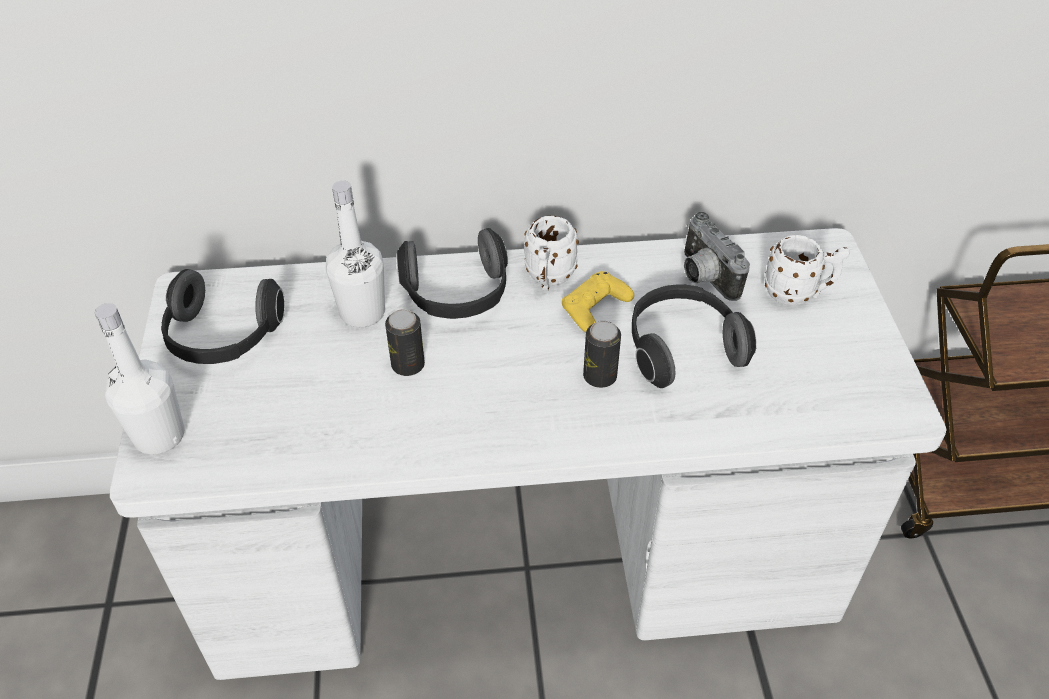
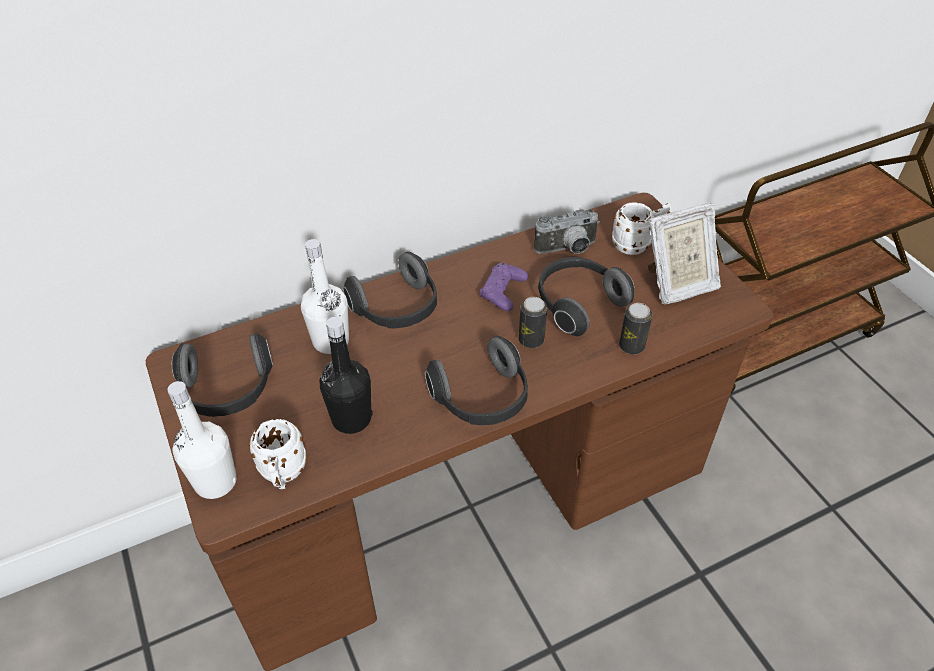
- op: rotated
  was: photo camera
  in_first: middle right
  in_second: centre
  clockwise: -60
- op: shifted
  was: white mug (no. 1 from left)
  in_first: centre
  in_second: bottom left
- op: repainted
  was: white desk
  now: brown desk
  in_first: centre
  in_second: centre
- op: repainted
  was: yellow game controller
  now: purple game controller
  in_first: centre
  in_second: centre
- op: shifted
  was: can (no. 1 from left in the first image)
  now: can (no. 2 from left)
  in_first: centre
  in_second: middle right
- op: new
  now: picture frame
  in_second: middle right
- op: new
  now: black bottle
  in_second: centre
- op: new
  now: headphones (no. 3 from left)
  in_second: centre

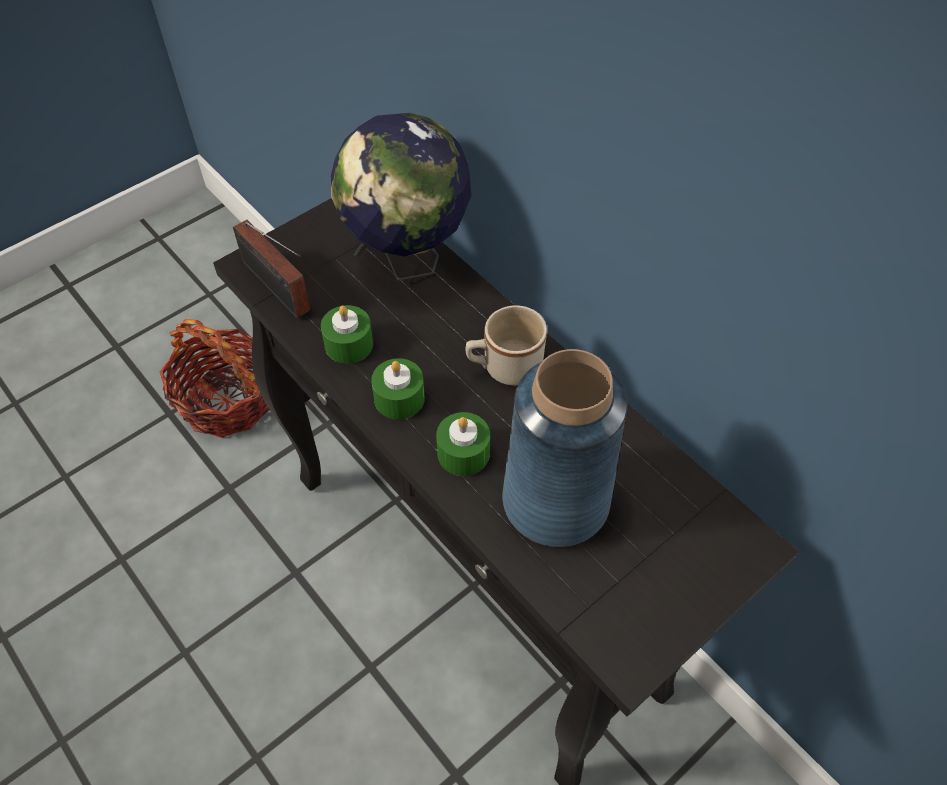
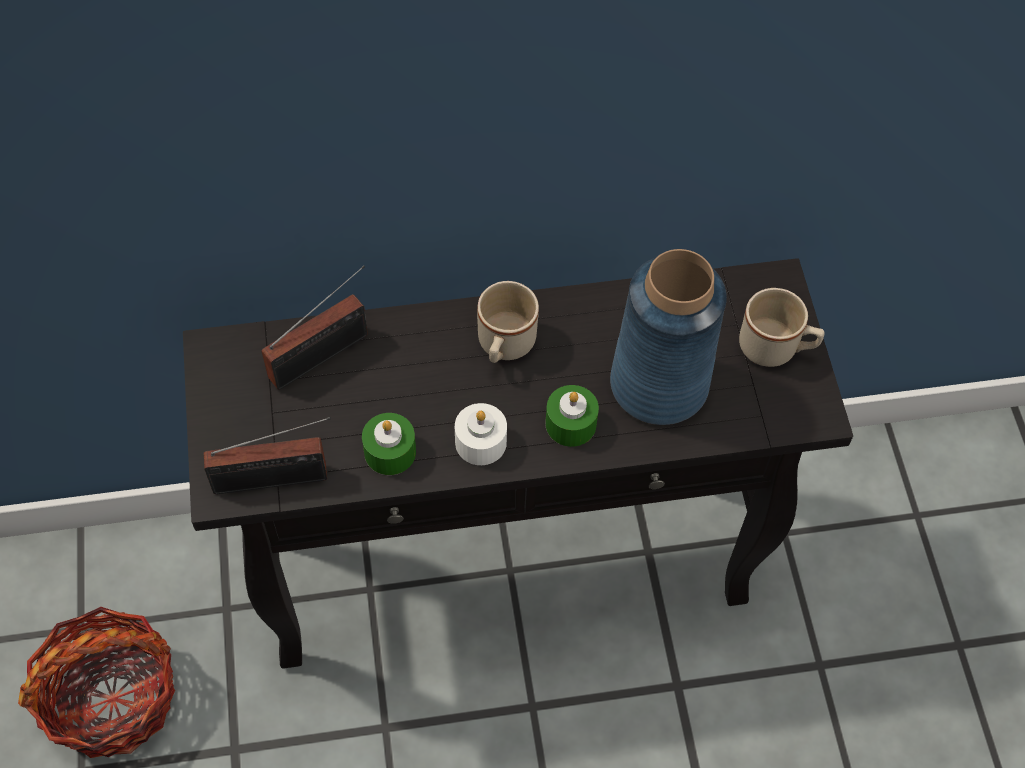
- op: swapped
  was: globe
  now: radio (no. 2 from left)
  in_first: top centre
  in_second: middle left
- op: repainted
  was: green candle (no. 2 from left)
  now: white candle
  in_first: centre
  in_second: centre
- op: new
  now: beige mug (no. 2 from left)
  in_second: middle right

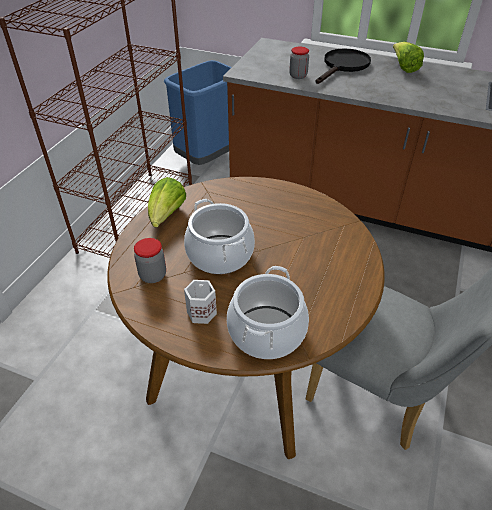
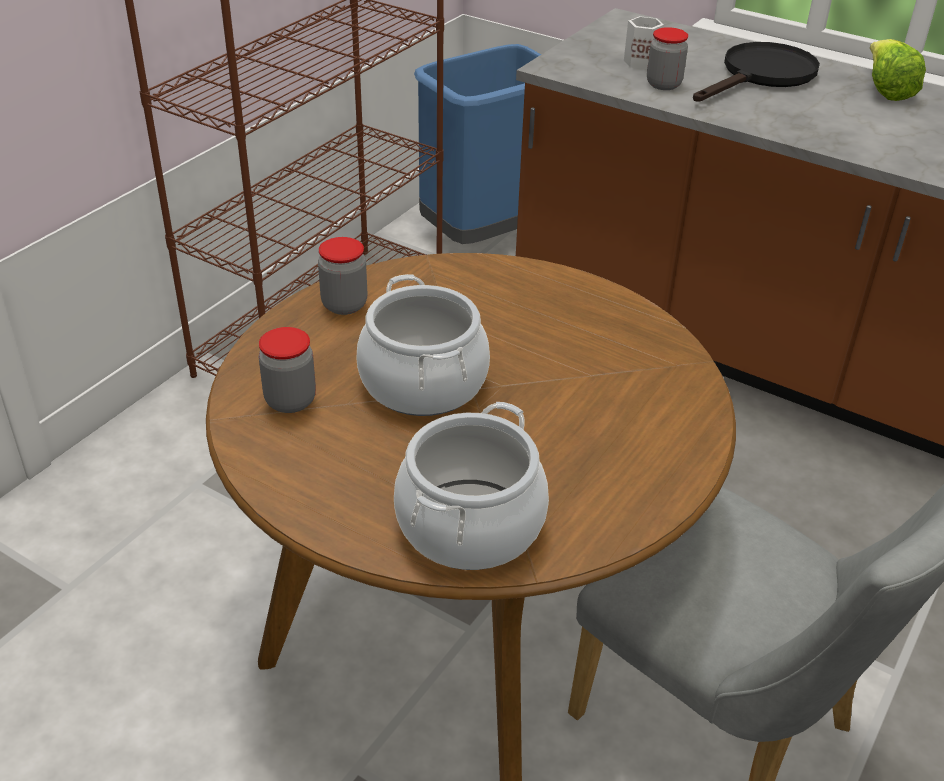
- op: swapped
  was: lettuce (no. 1 from left)
  now: jar (no. 2 from left)
  in_first: centre
  in_second: centre
- op: shifted
  was: white mug
  in_first: centre
  in_second: top right

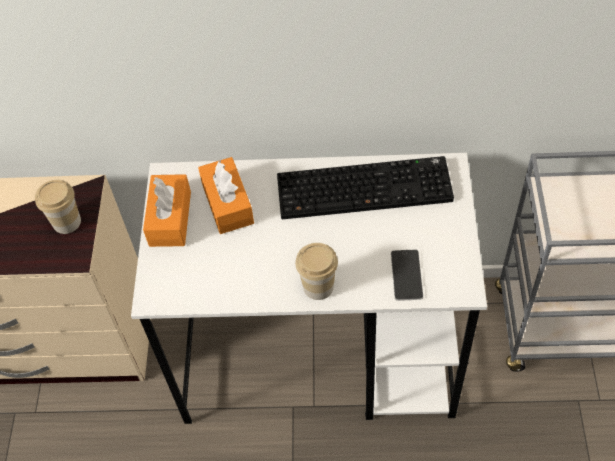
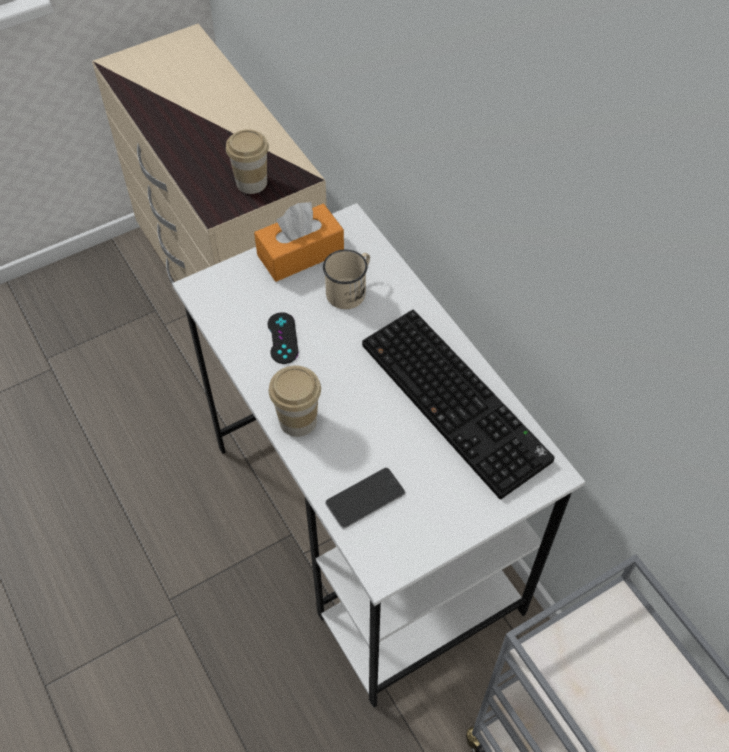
- op: swapped
  was: orange tissue box (no. 2 from left)
  now: beige mug
  in_first: centre
  in_second: centre
- op: new
  now: black game controller
  in_second: centre

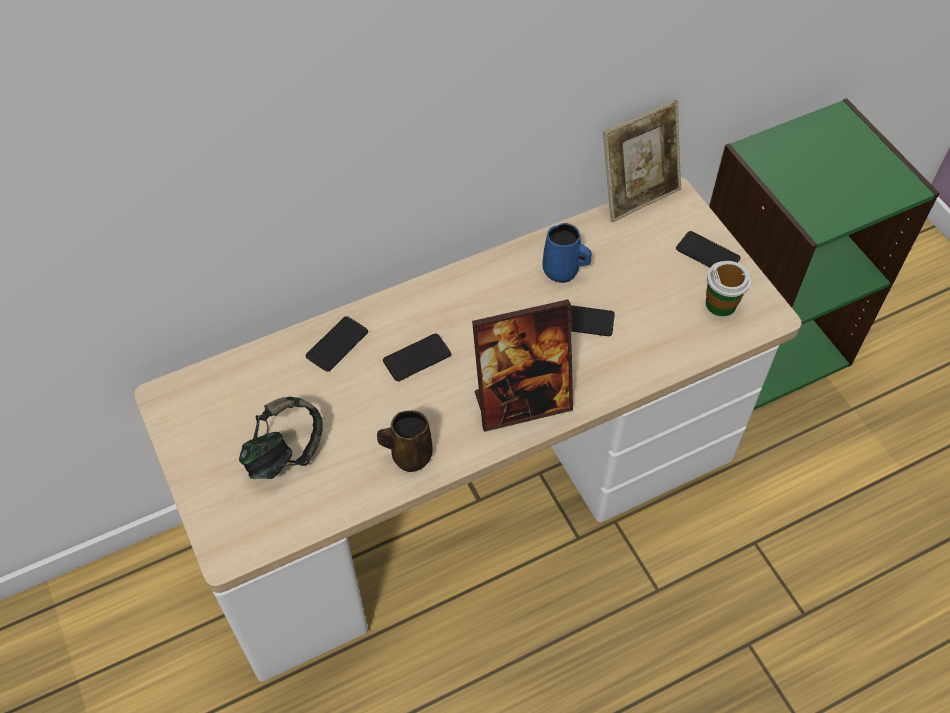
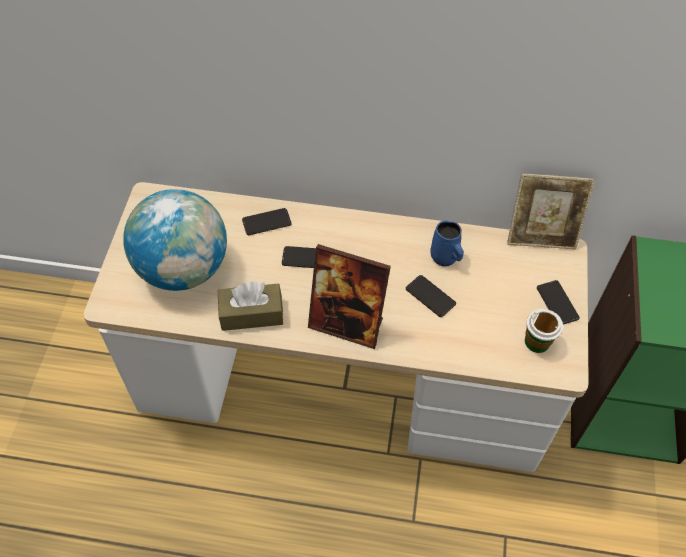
- op: swapped
  was: headphones
  now: globe
  in_first: middle left
  in_second: middle left
- op: swapped
  was: brown mug
  now: brown tissue box
  in_first: centre
  in_second: centre

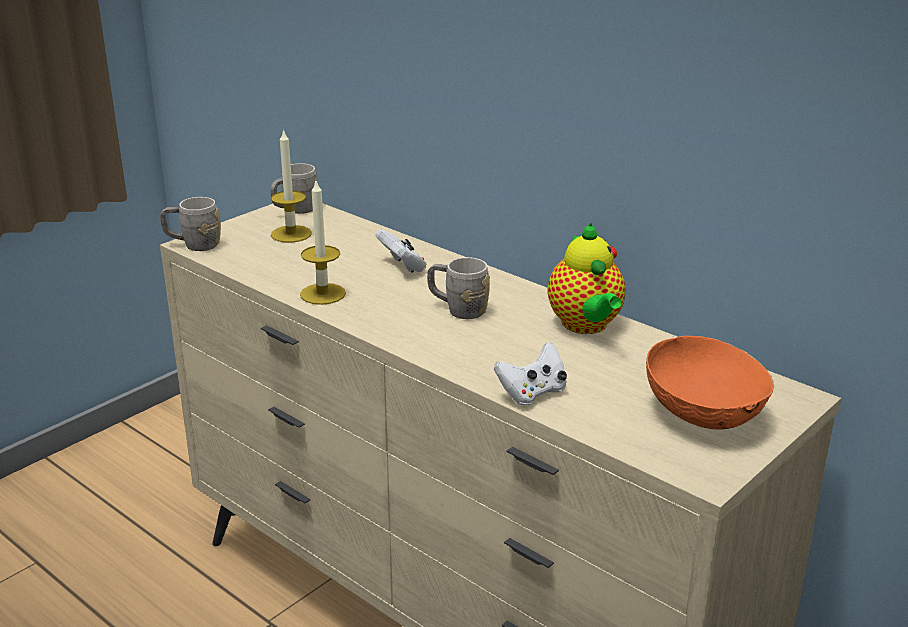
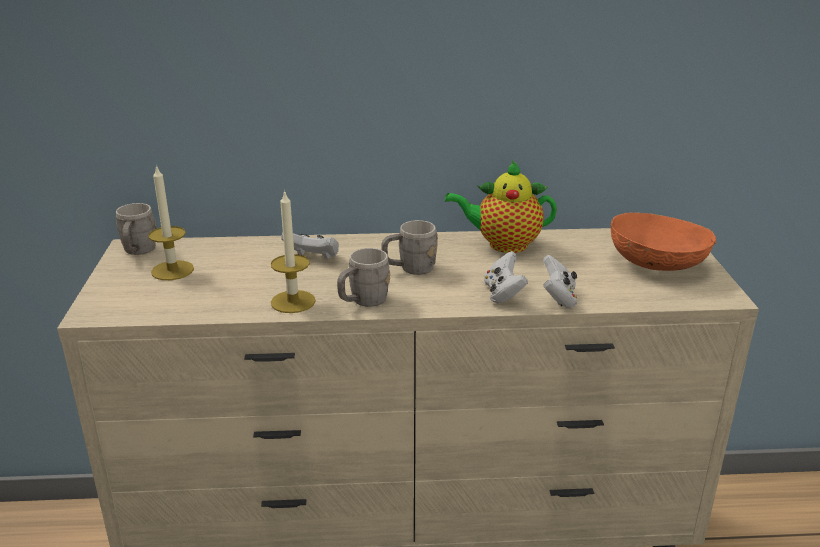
- op: shifted
  was: grey mug (no. 1 from left in the first image)
  now: grey mug (no. 2 from left)
  in_first: middle left
  in_second: centre
- op: rotated
  was: teapot
  in_first: centre
  in_second: centre
  clockwise: 150
- op: new
  now: white game controller (no. 2 from left)
  in_second: centre

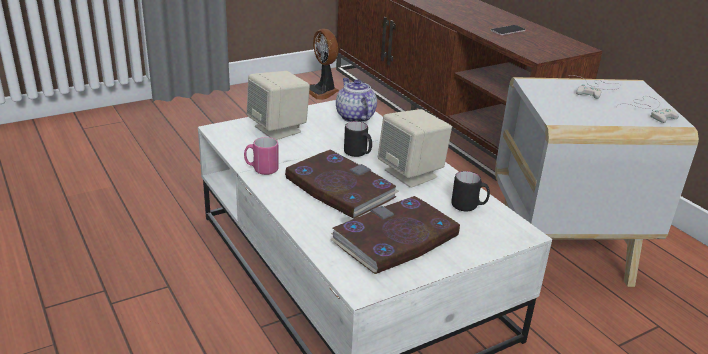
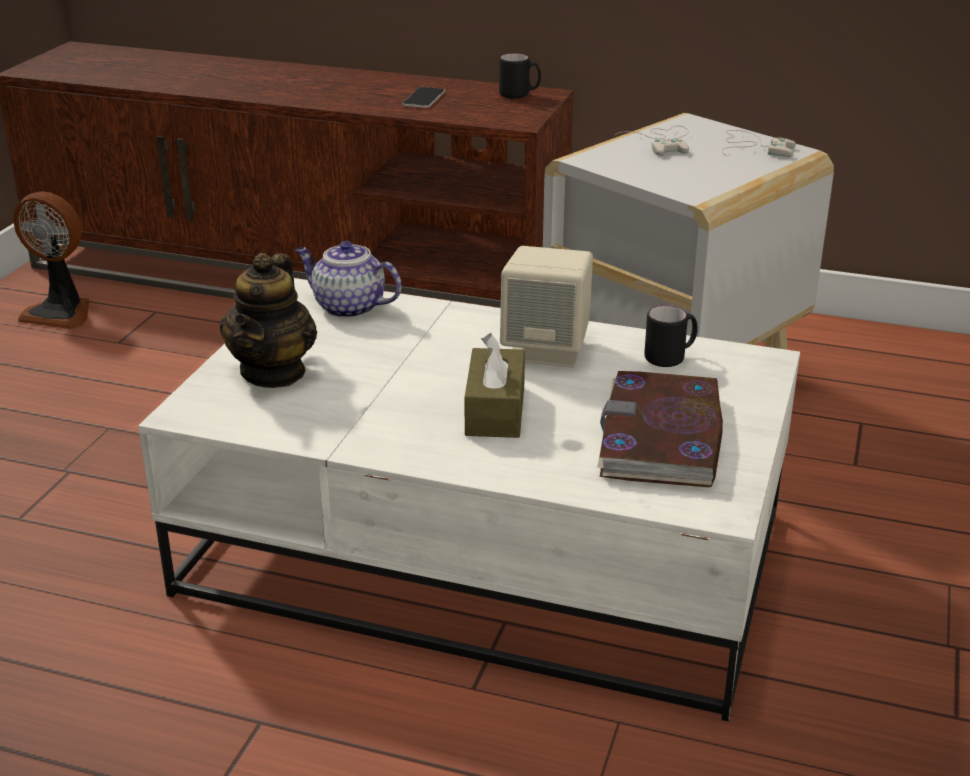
- op: swapped
  was: beige speaker (no. 1 from left)
  now: teapot (no. 1 from left)
  in_first: top centre
  in_second: middle left
- op: shifted
  was: black mug (no. 1 from left)
  in_first: centre
  in_second: top centre
- op: gone
  was: pink mug
  in_first: centre
- op: swapped
  was: book (no. 1 from left)
  now: brown tissue box
  in_first: centre
  in_second: centre

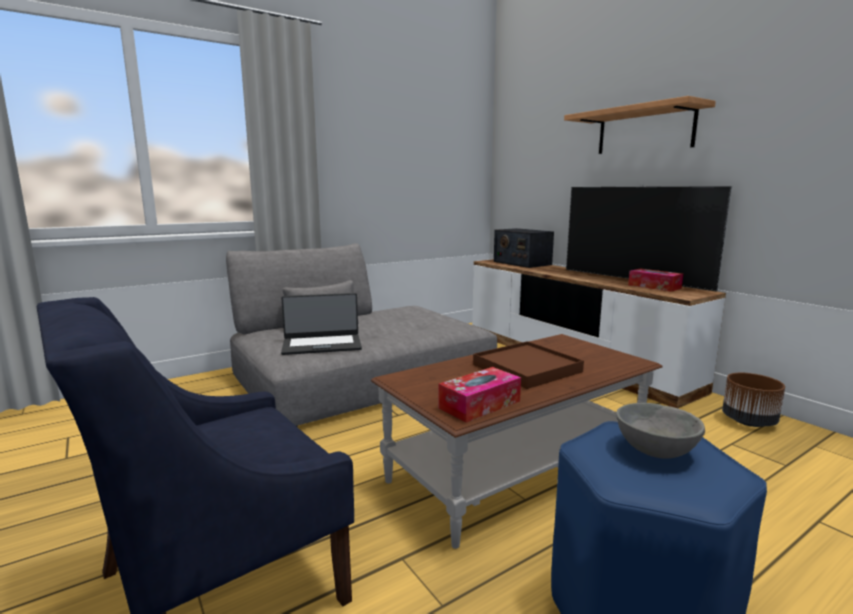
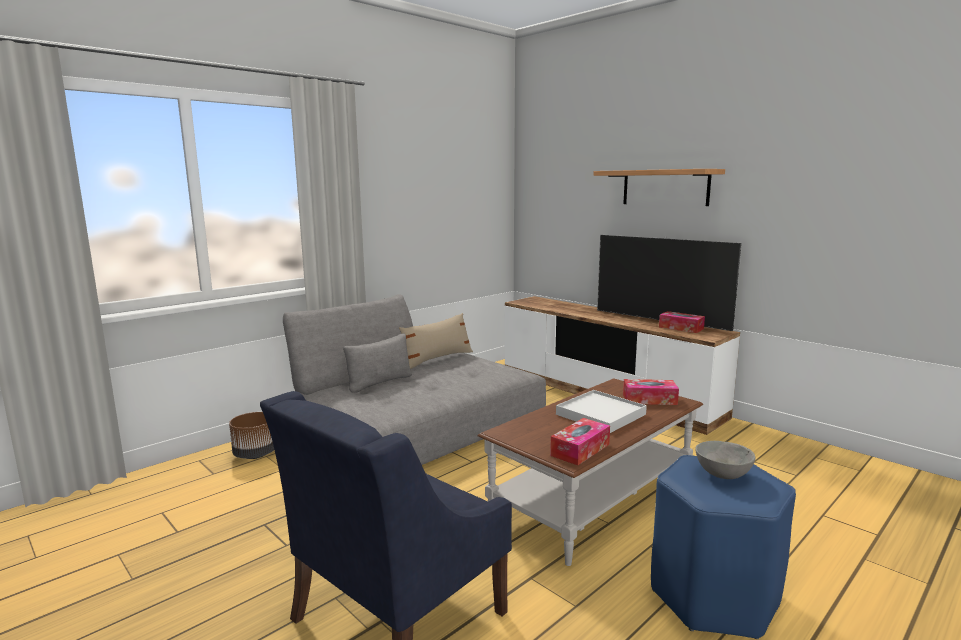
- op: gone
  was: radio
  in_first: centre
- op: gone
  was: laptop
  in_first: centre
- op: repainted
  was: brown tray
  now: white tray
  in_first: centre
  in_second: centre
- op: shifted
  was: brown planter
  in_first: middle right
  in_second: bottom left
- op: new
  now: beige pillow
  in_second: centre
- op: new
  now: tissue box (no. 2 from left)
  in_second: middle right

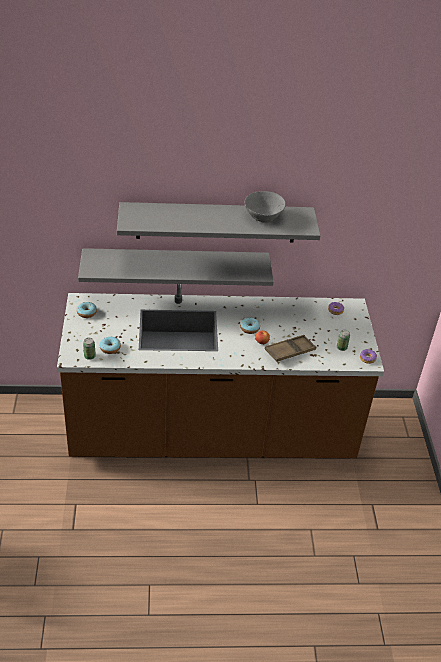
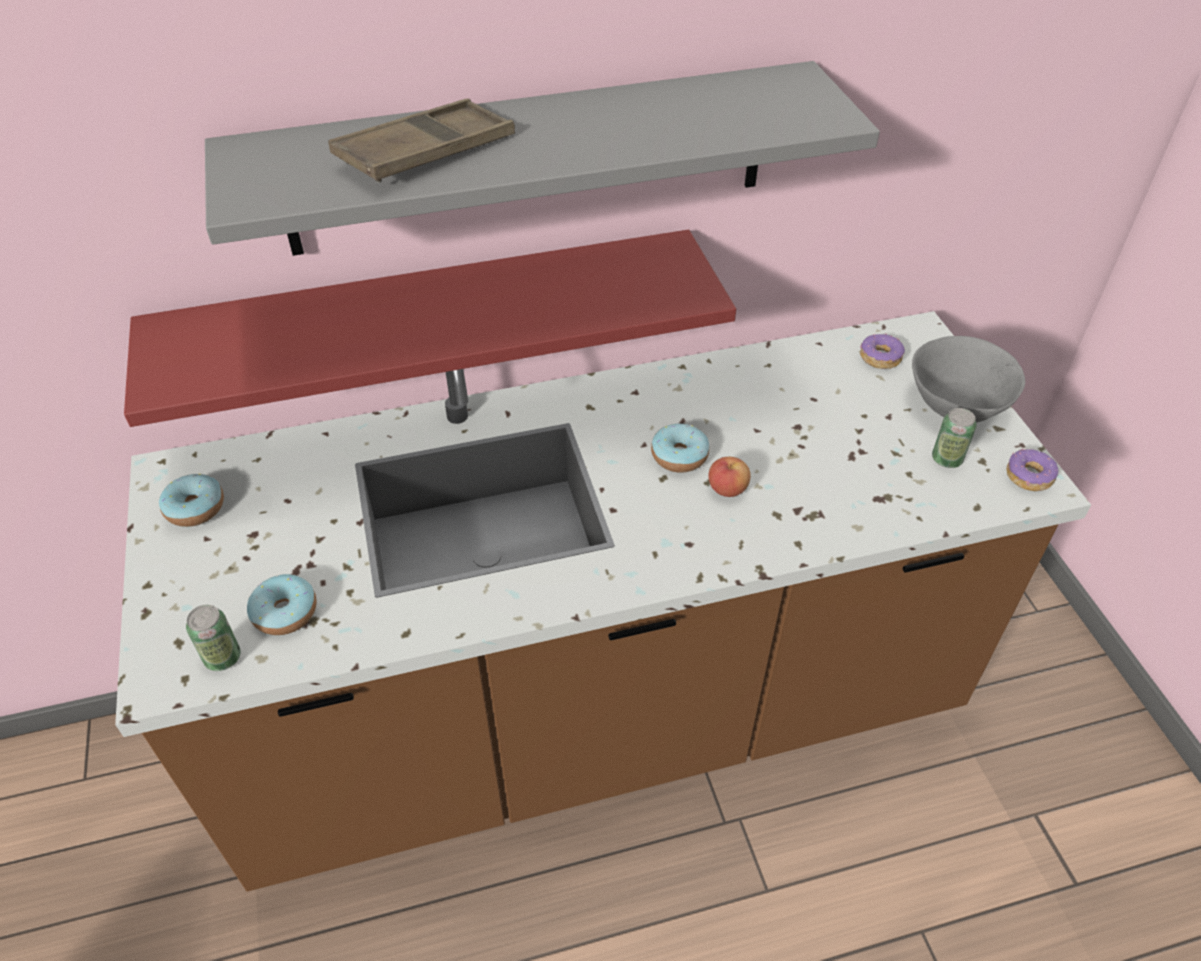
- op: shifted
  was: grey bowl
  in_first: top centre
  in_second: middle right
- op: repainted
  was: grey shelf (no. 1 from left)
  now: red shelf
  in_first: centre
  in_second: centre
- op: shifted
  was: brown tray
  in_first: centre
  in_second: top centre

